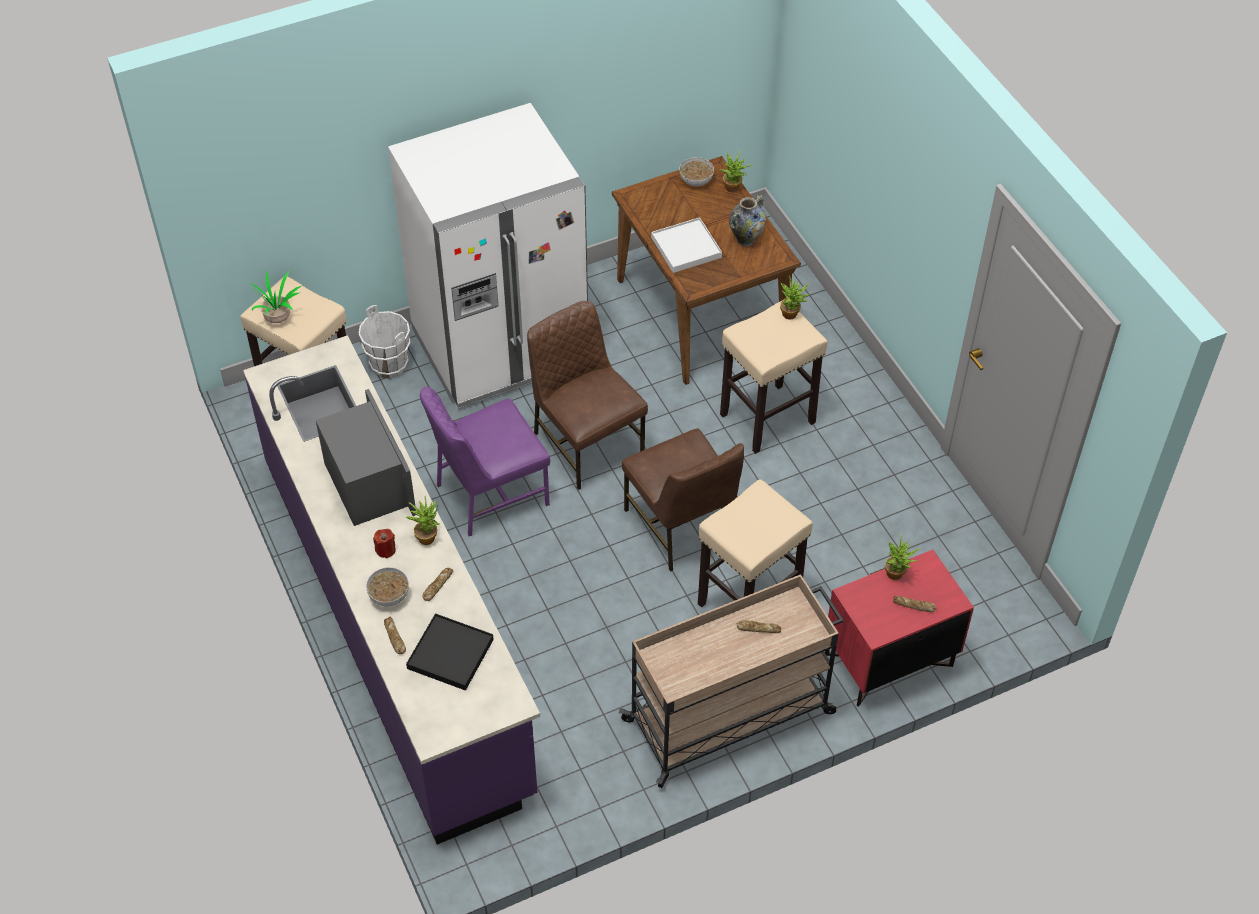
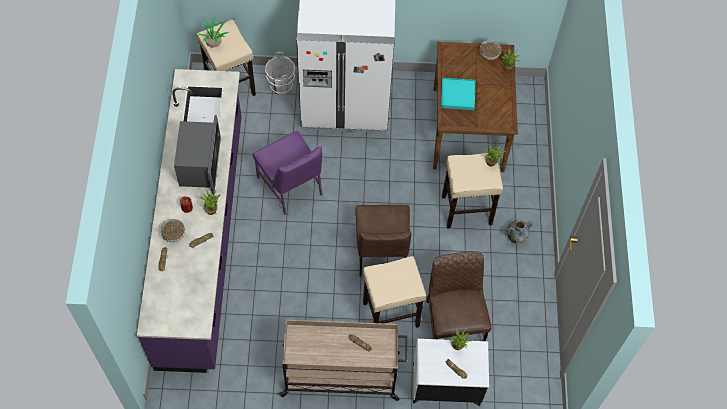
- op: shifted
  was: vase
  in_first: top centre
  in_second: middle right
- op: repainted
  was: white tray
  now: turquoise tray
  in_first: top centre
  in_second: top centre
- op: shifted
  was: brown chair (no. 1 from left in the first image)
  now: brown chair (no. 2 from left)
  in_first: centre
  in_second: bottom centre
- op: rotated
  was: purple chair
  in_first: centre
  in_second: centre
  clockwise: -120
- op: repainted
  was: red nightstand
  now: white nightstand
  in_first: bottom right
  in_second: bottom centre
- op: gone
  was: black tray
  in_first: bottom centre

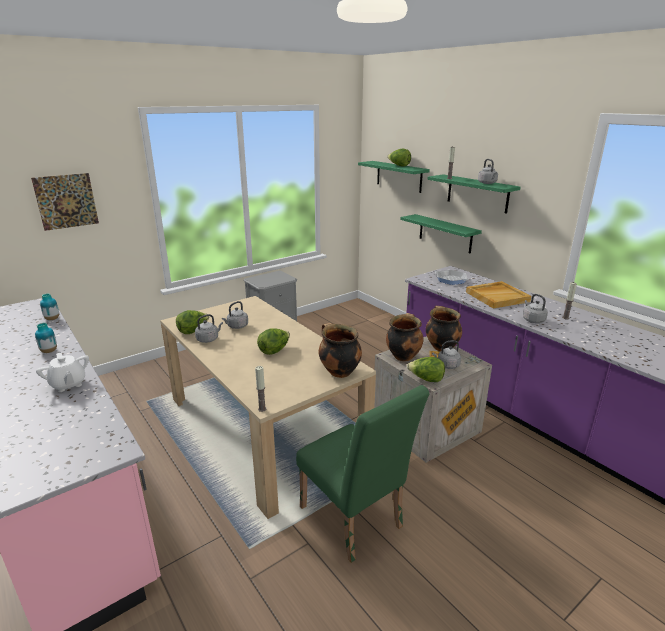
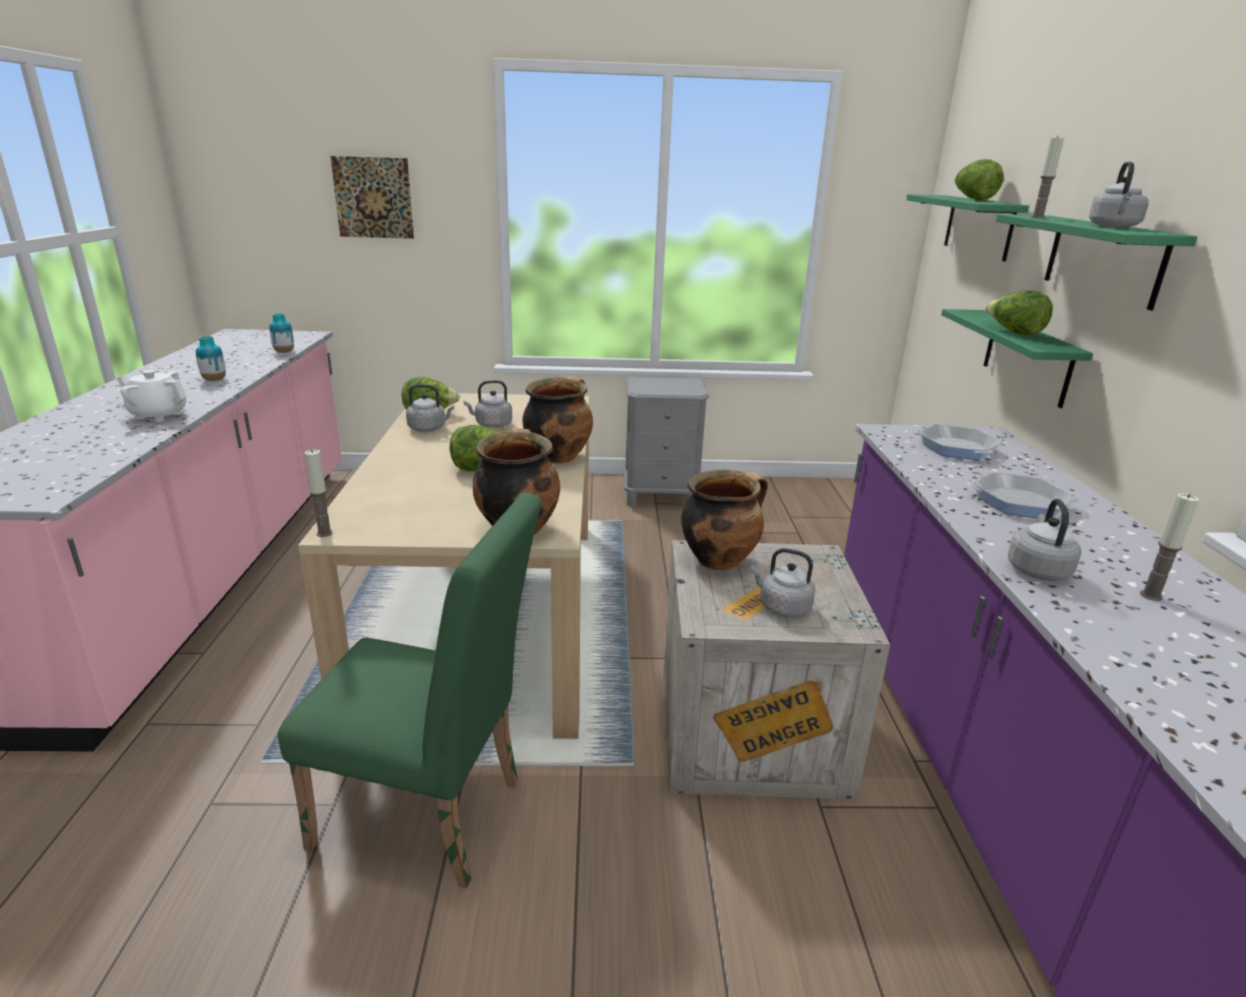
- op: swapped
  was: beige tray
  now: frying pan (no. 2 from left)
  in_first: middle right
  in_second: middle right
- op: shifted
  was: cooking pot (no. 3 from left in the first image)
  now: cooking pot (no. 2 from left)
  in_first: middle right
  in_second: centre
- op: rotated
  was: white teapot
  in_first: middle left
  in_second: middle left
  clockwise: 105
- op: shifted
  was: lettuce (no. 4 from left)
  in_first: centre
  in_second: top right
- op: rotated
  was: green chair
  in_first: bottom centre
  in_second: bottom left
  clockwise: -75

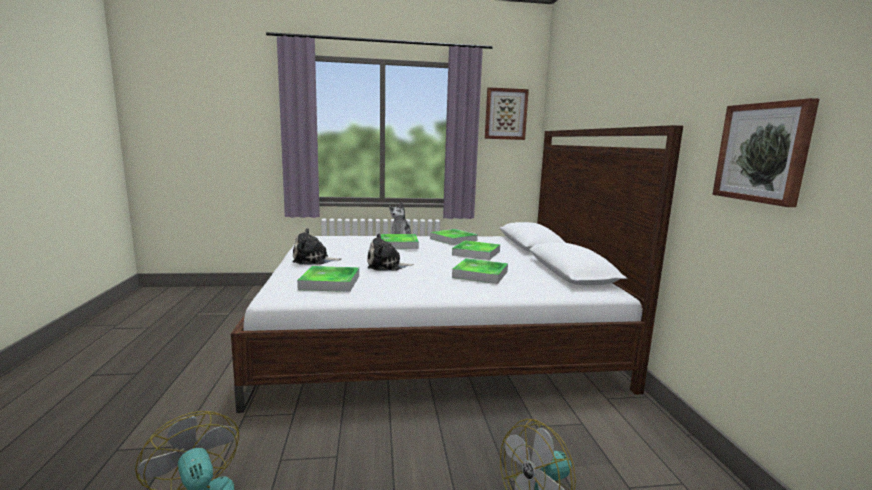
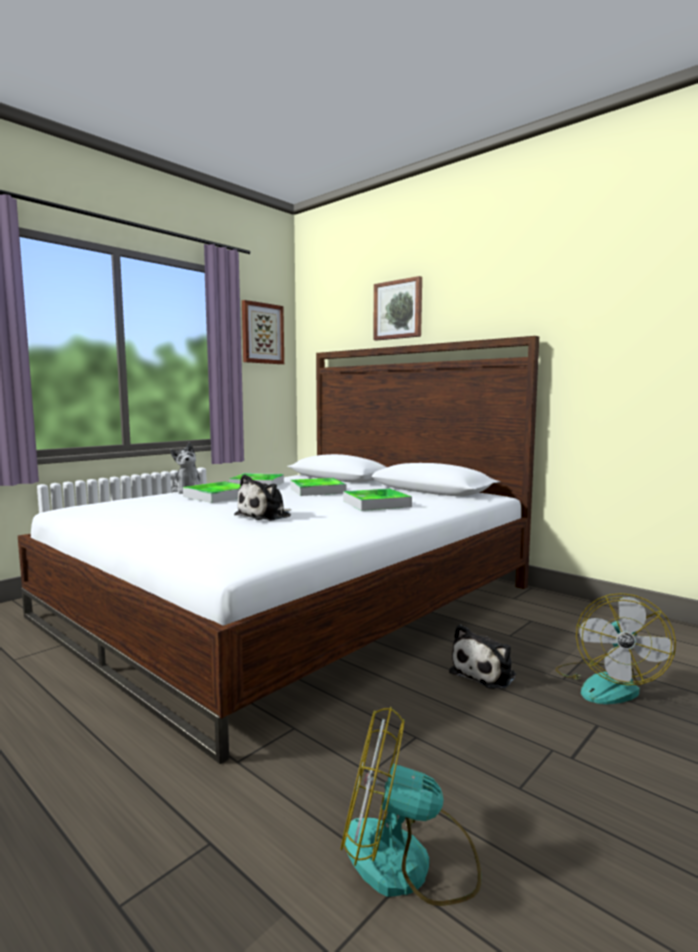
- op: shifted
  was: picture (no. 2 from left)
  in_first: top right
  in_second: top centre
- op: shifted
  was: plush toy (no. 1 from left in the first image)
  now: plush toy (no. 3 from left)
  in_first: centre
  in_second: bottom right
- op: gone
  was: tray (no. 1 from left)
  in_first: centre

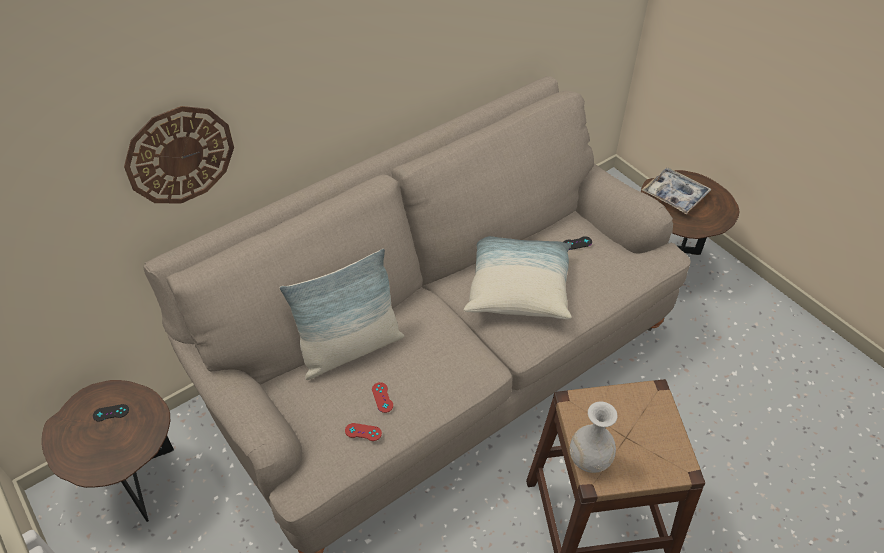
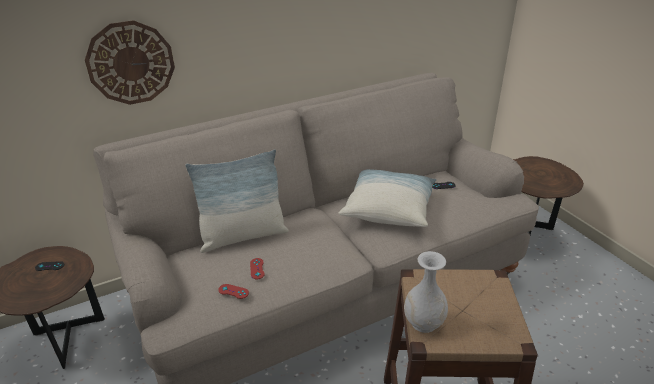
- op: gone
  was: tray
  in_first: middle right

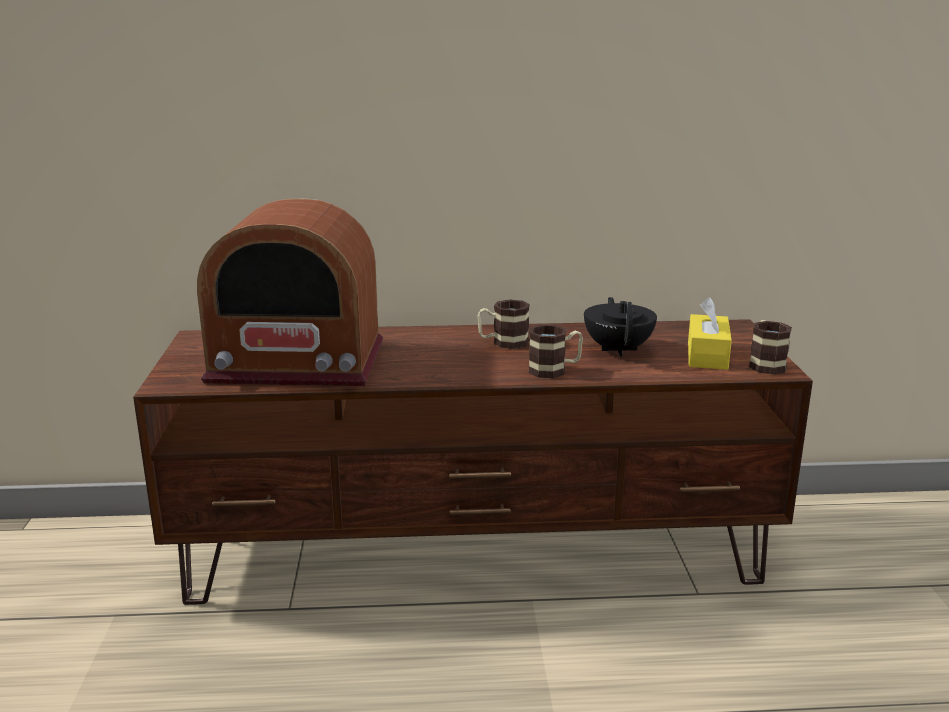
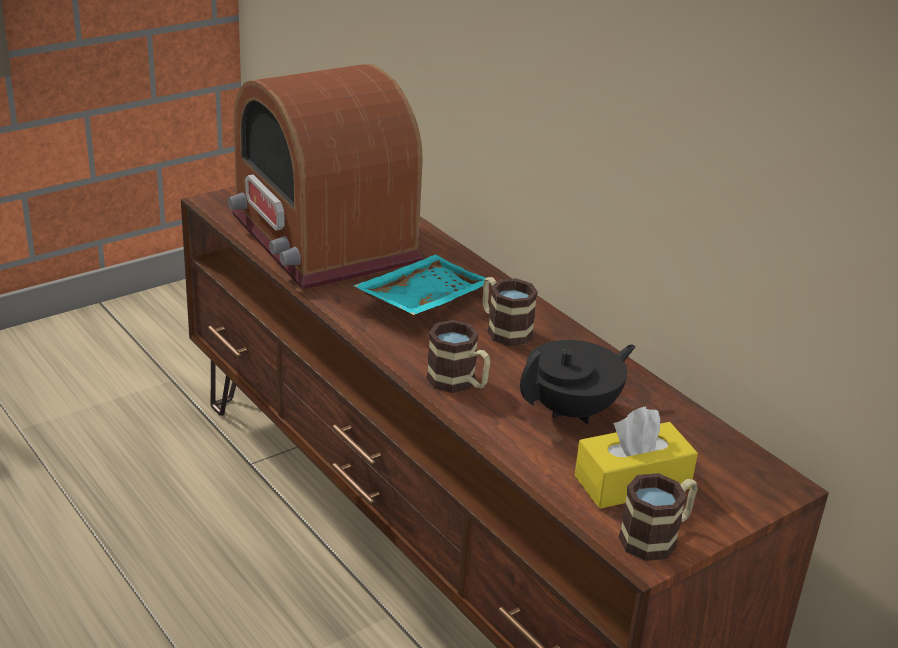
- op: new
  now: turquoise tray
  in_second: centre

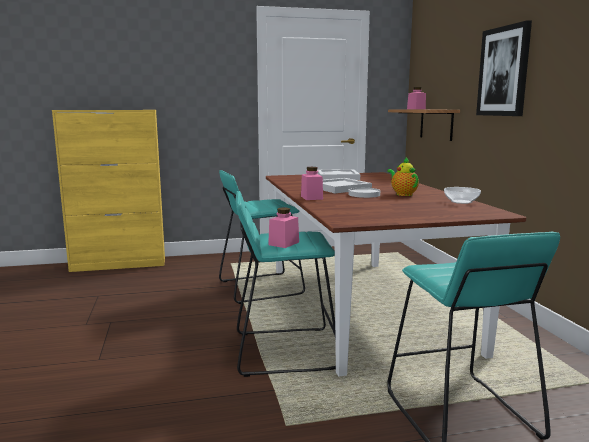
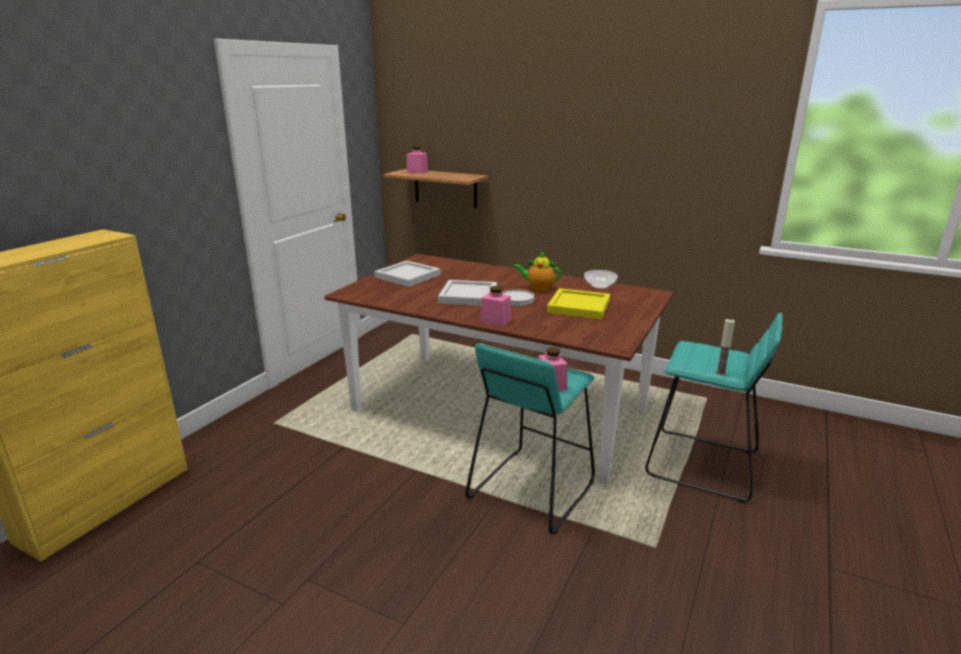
- op: gone
  was: picture
  in_first: top right
- op: gone
  was: turquoise stool (no. 1 from left)
  in_first: centre
- op: new
  now: yellow tray
  in_second: centre
- op: new
  now: candle
  in_second: middle right

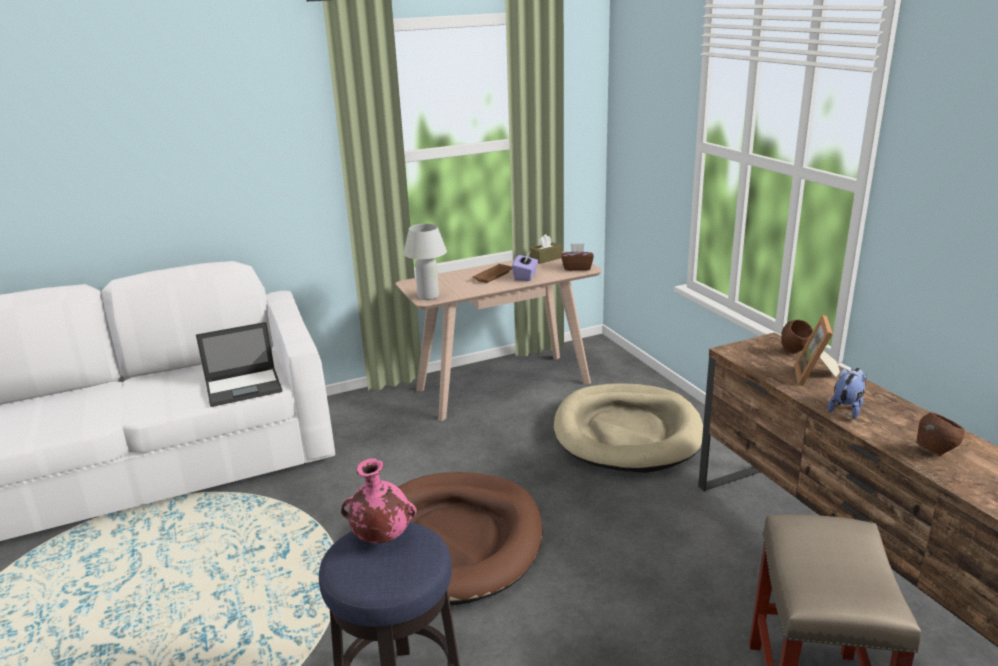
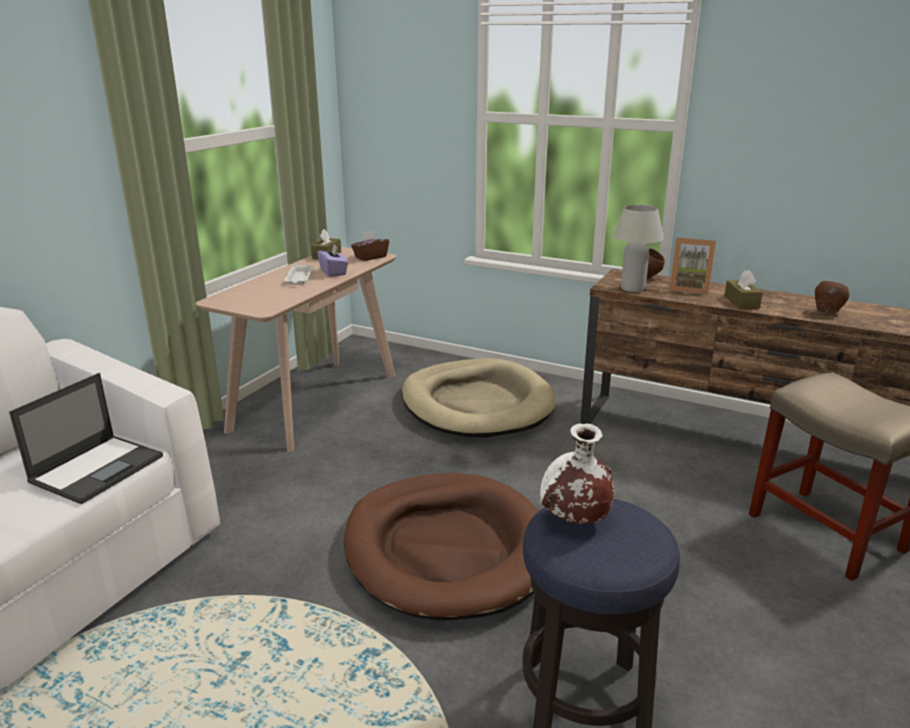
- op: shifted
  was: white table lamp
  in_first: centre
  in_second: middle right
- op: repainted
  was: brown tray
  now: white tray
  in_first: centre
  in_second: middle left
- op: rotated
  was: picture frame
  in_first: middle right
  in_second: middle right
  clockwise: -45
- op: swapped
  was: plush toy
  now: brown tissue box (no. 3 from left)
  in_first: middle right
  in_second: middle right
- op: repainted
  was: pink vase
  now: white vase
  in_first: bottom centre
  in_second: centre

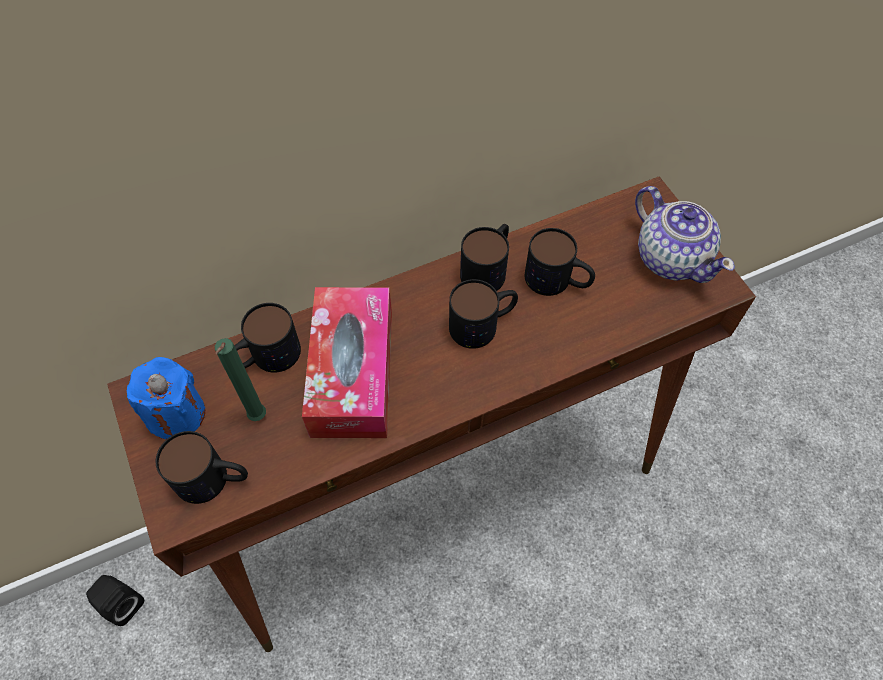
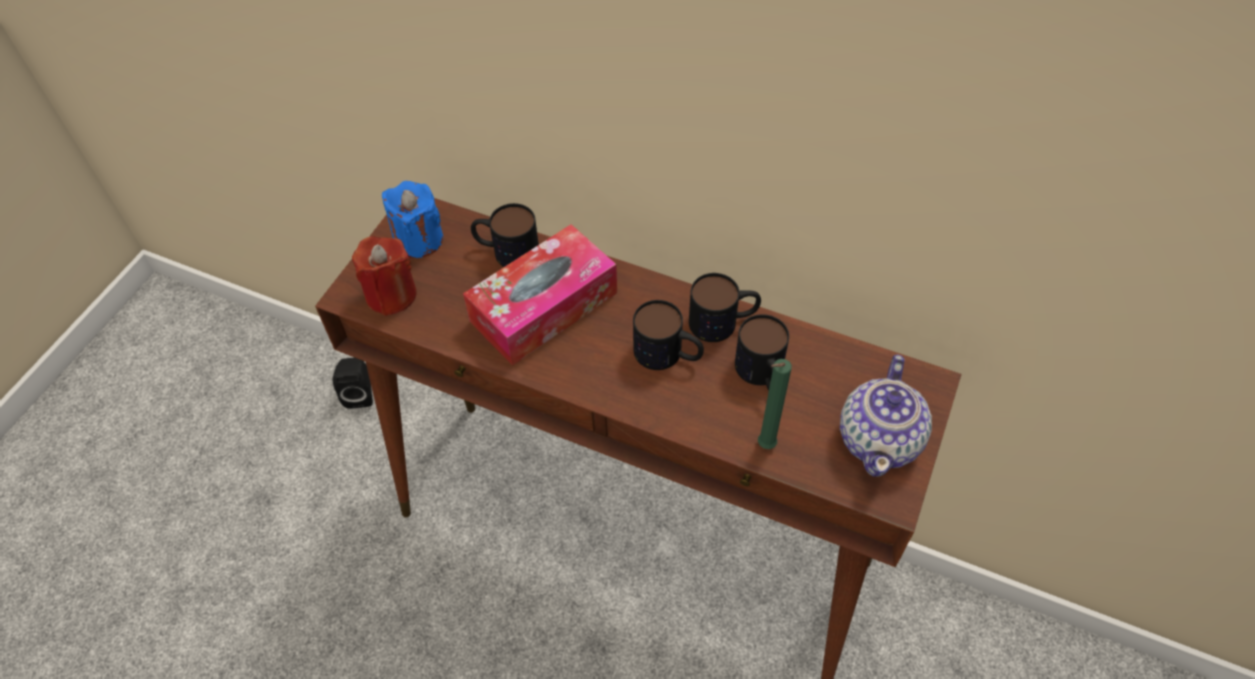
- op: shifted
  was: green candle
  in_first: middle left
  in_second: centre
- op: swapped
  was: mug (no. 1 from left)
  now: red candle
  in_first: bottom left
  in_second: middle left

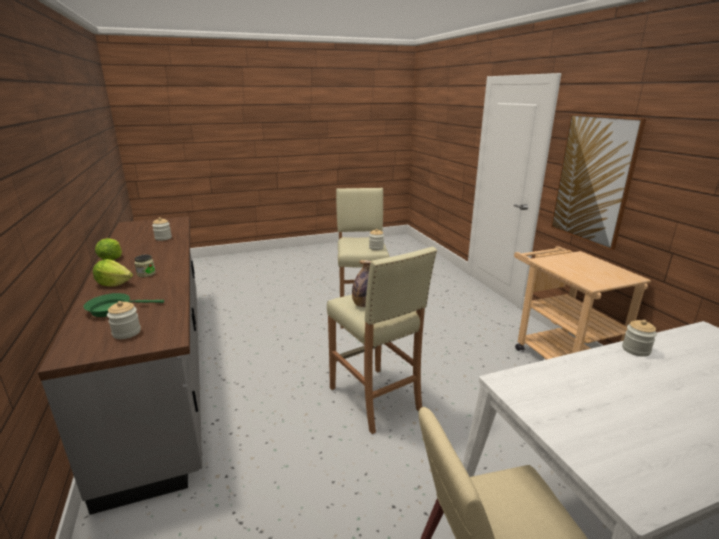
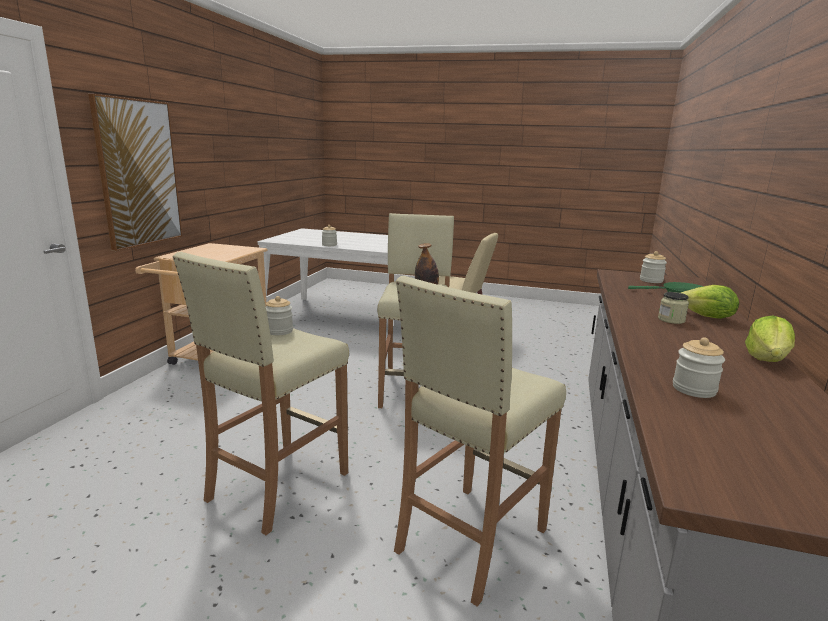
- op: new
  now: beige stool (no. 3 from left)
  in_second: bottom centre

